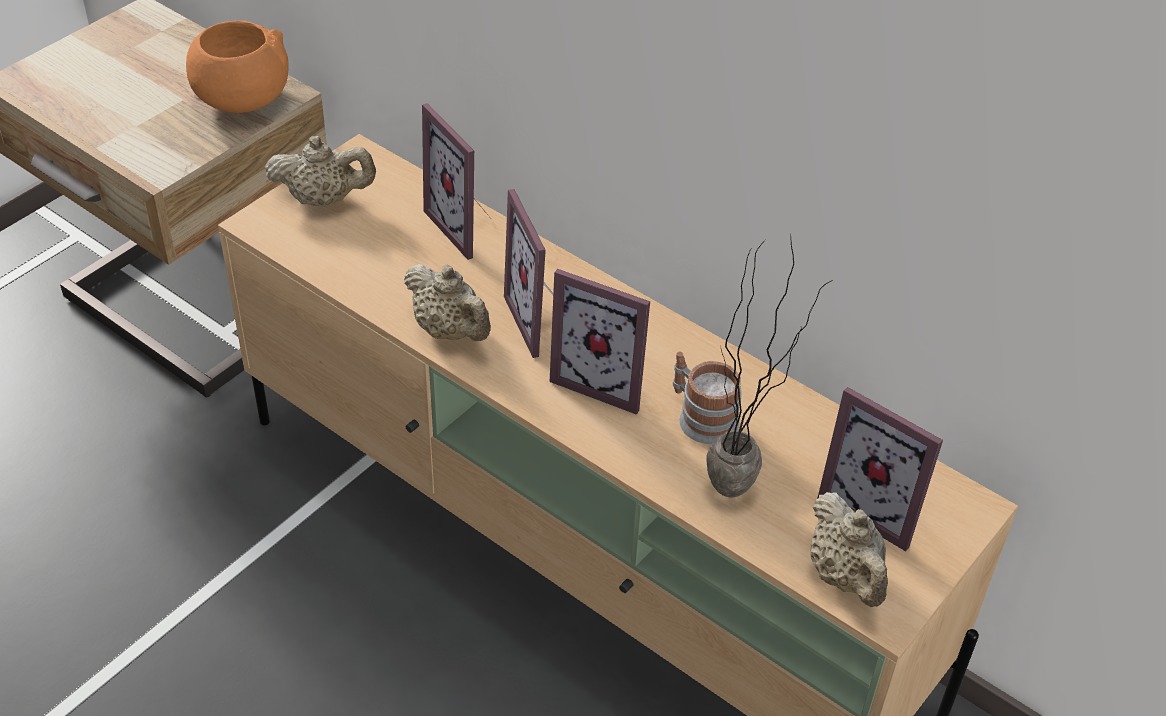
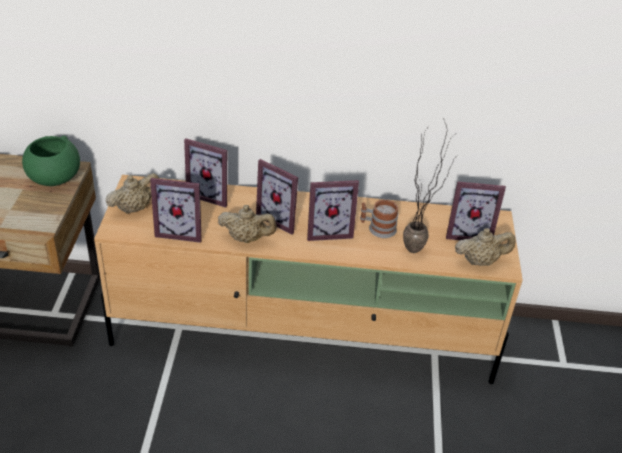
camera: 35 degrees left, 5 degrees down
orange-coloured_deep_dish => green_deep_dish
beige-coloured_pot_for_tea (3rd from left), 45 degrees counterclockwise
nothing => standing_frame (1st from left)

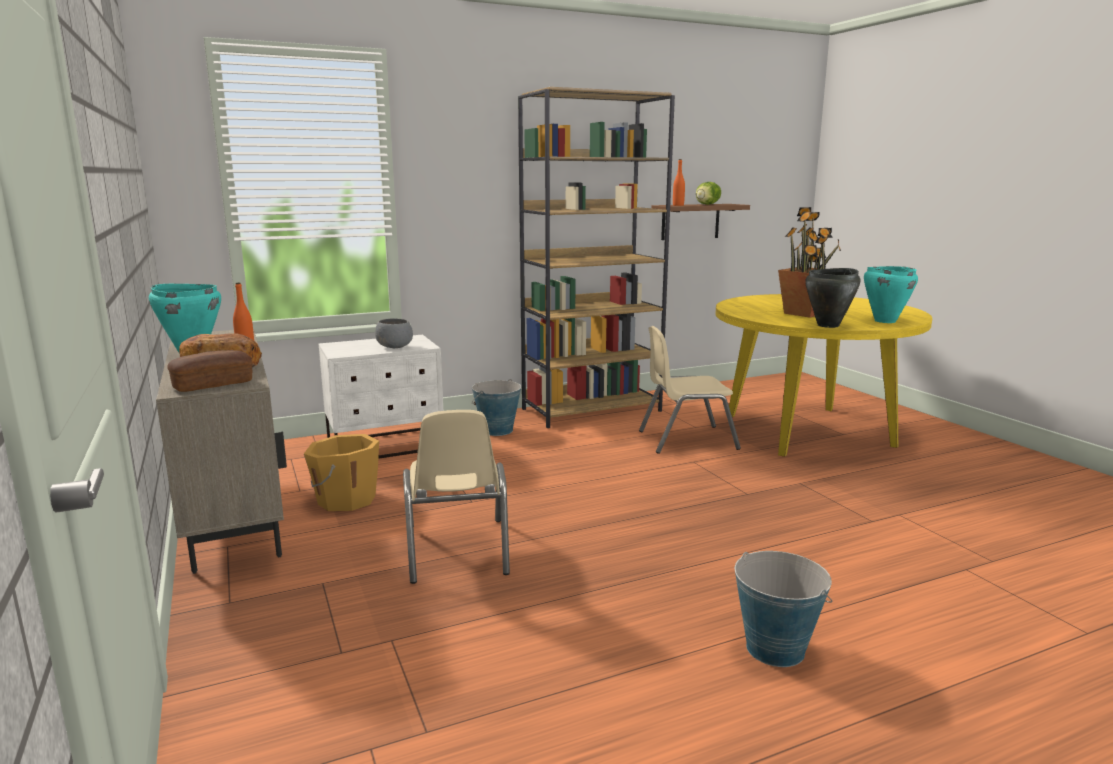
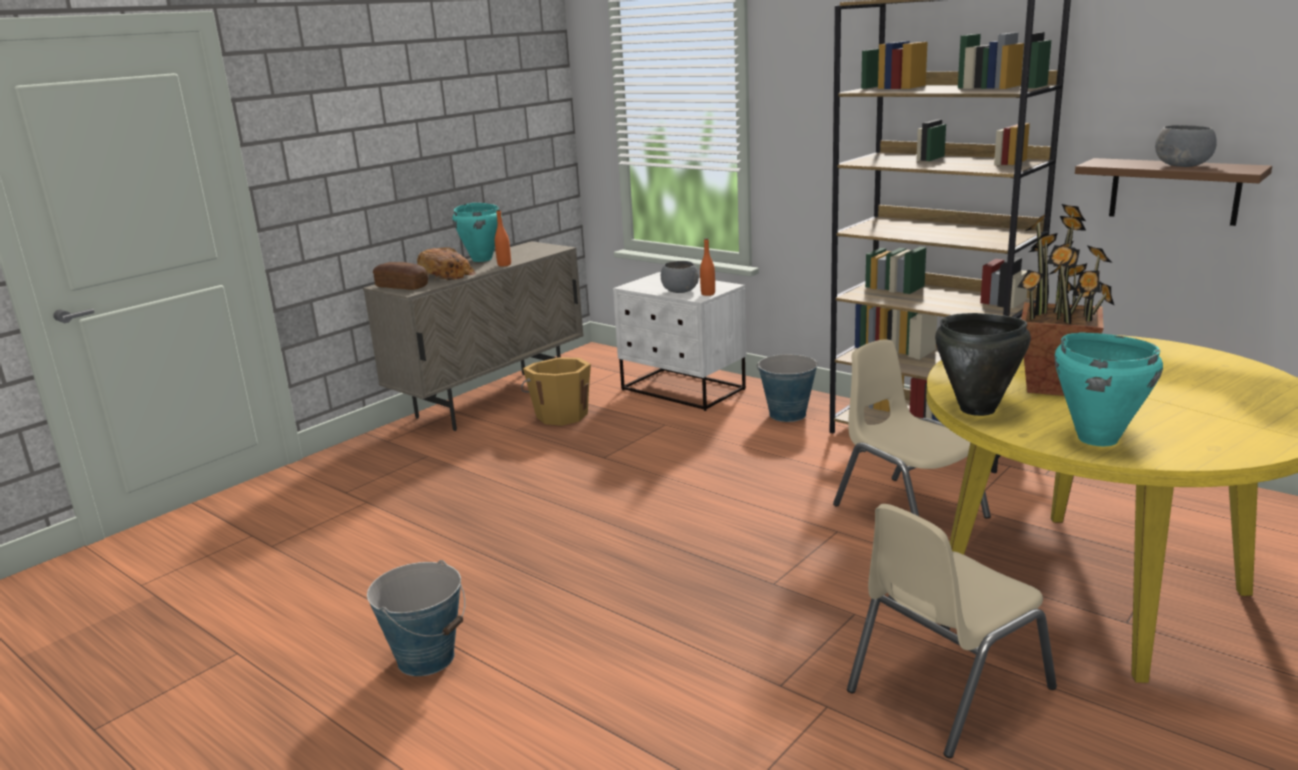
camera: 65 degrees right, 5 degrees up
beige-coloured_plain_chair (1st from left in the first image) => beige-coloured_plain_chair (2nd from left), move
orange-coloured_bottle (2nd from left), move
lettuce => grey_deep_dish (2nd from left)

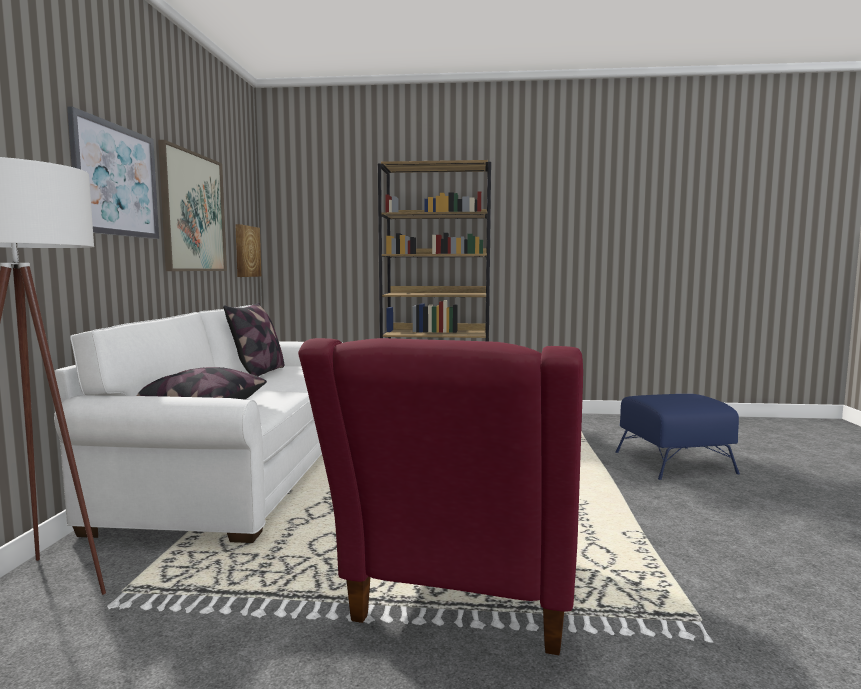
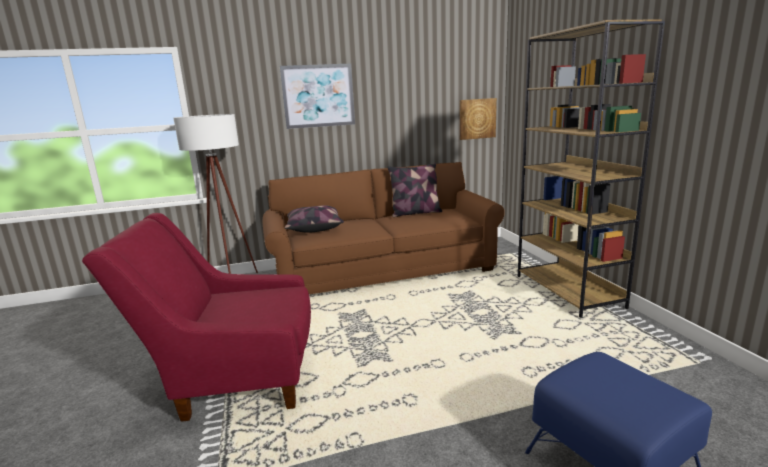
camera: 70 degrees right, 10 degrees up
whitish_sofa => brown_sofa
picture (2nd from left) => nothing

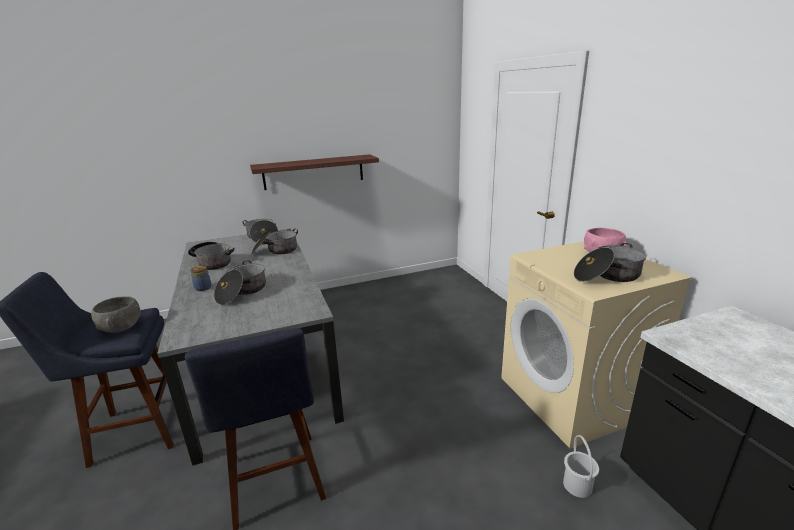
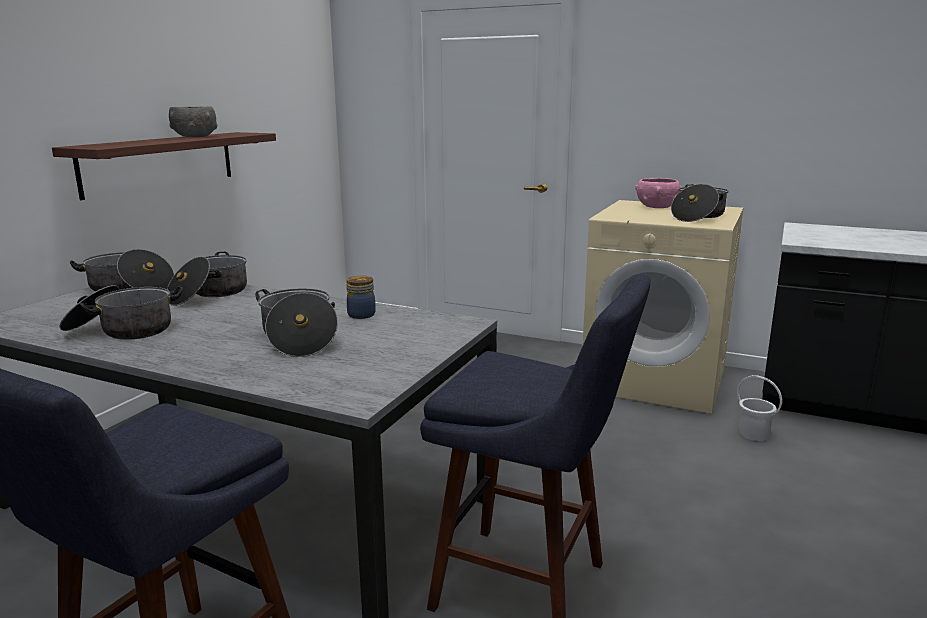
camera: 45 degrees left, 5 degrees down
grey_deep_dish, move
jar, move

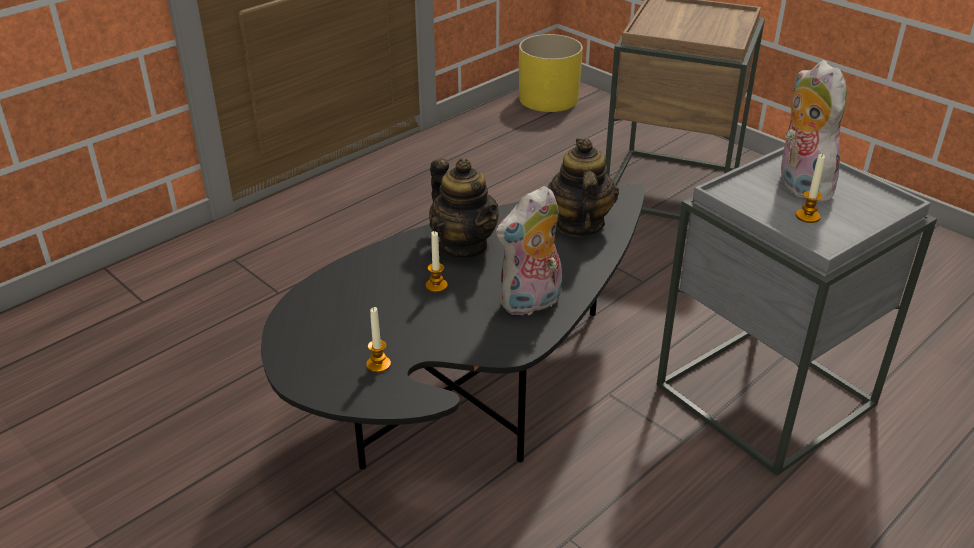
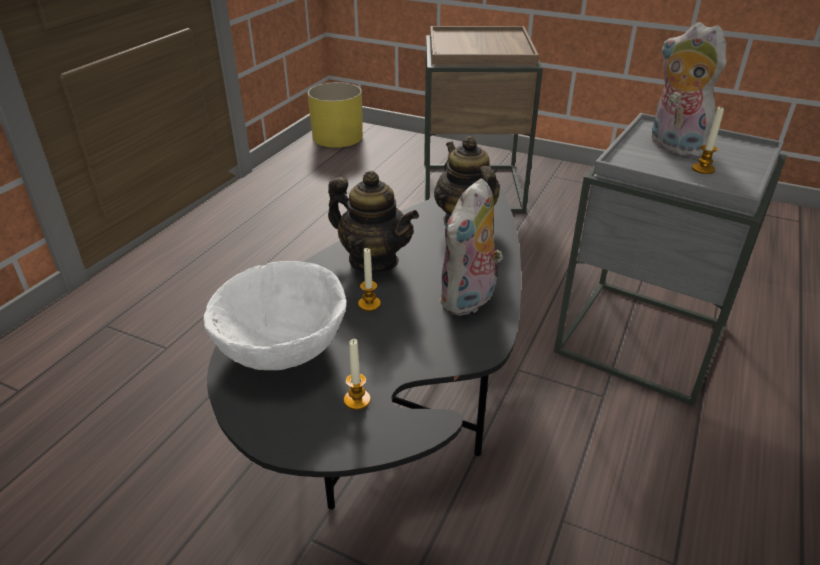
camera: 20 degrees left, 0 degrees up
nothing => whitish_deep_dish

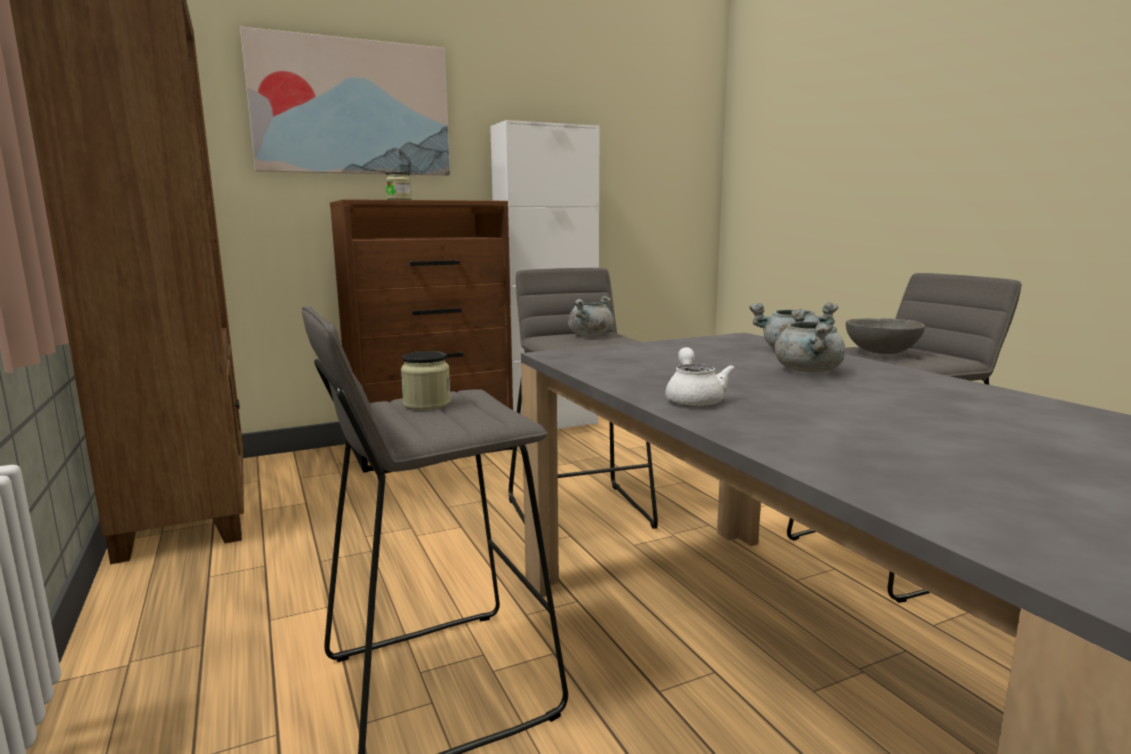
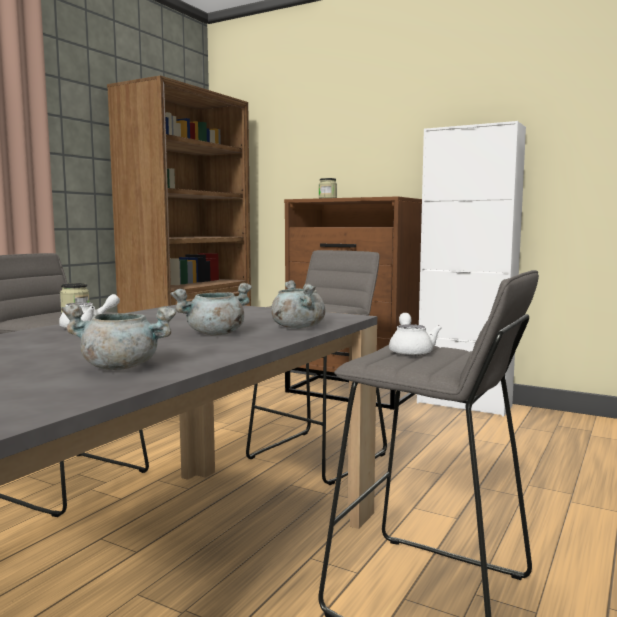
camera: 55 degrees right, 5 degrees down
picture => nothing
grey_cooking_pot (1st from left), move
grey_deep_dish => whitish_pot_for_tea (2nd from left)

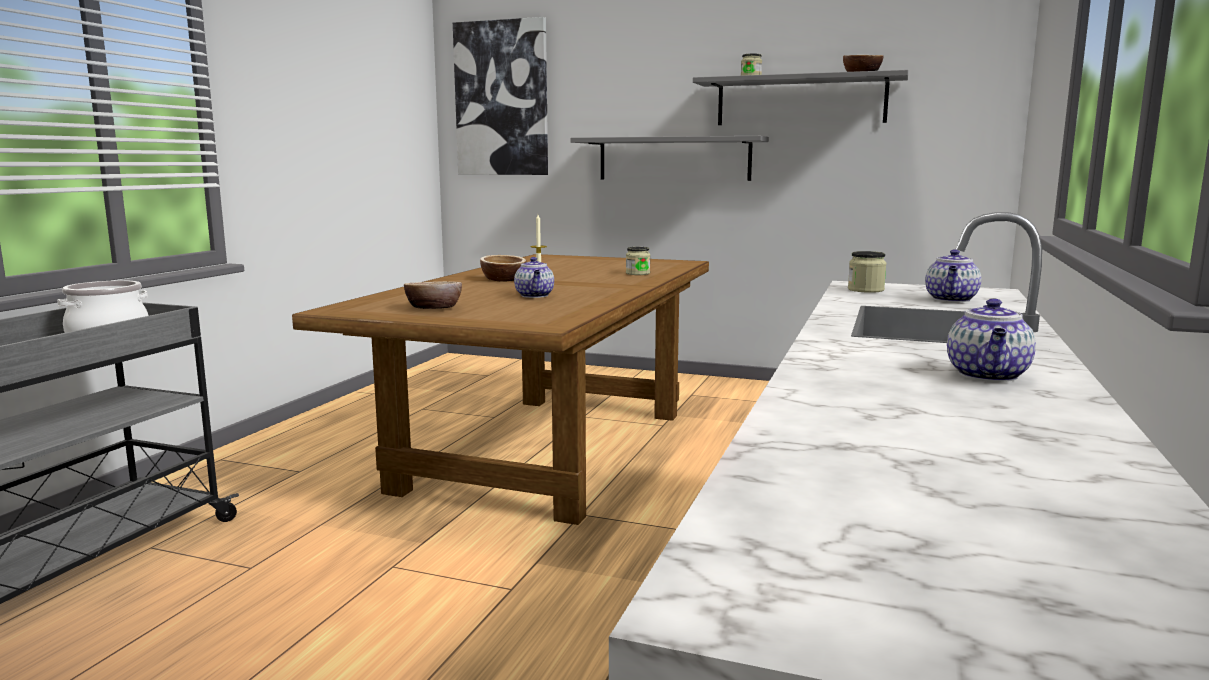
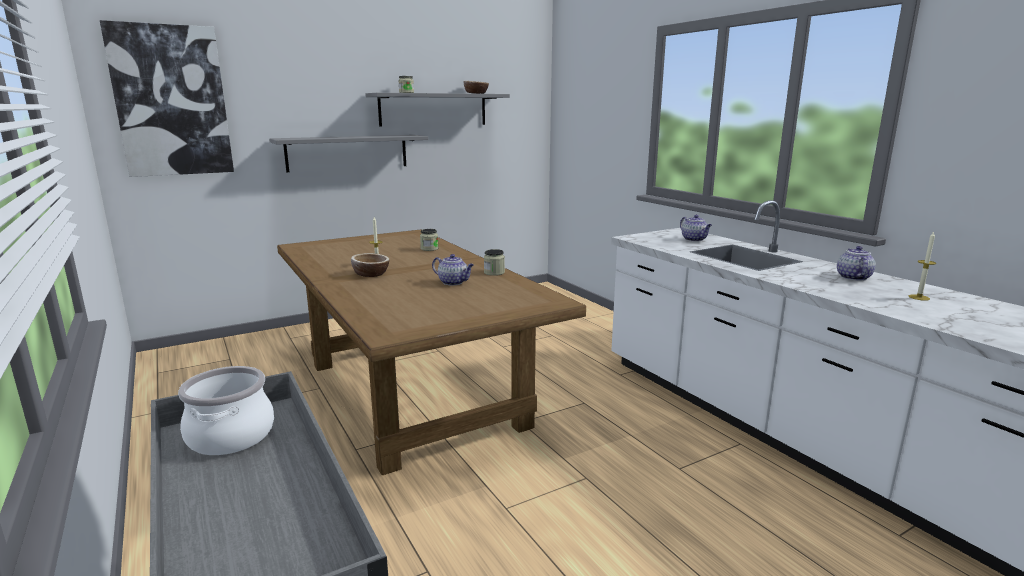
camera: 50 degrees left, 5 degrees up
deep_dish (1st from left) => nothing
jar (3rd from left), move
pot_for_tea (3rd from left), 135 degrees counterclockwise
nothing => wax_light (2nd from left)

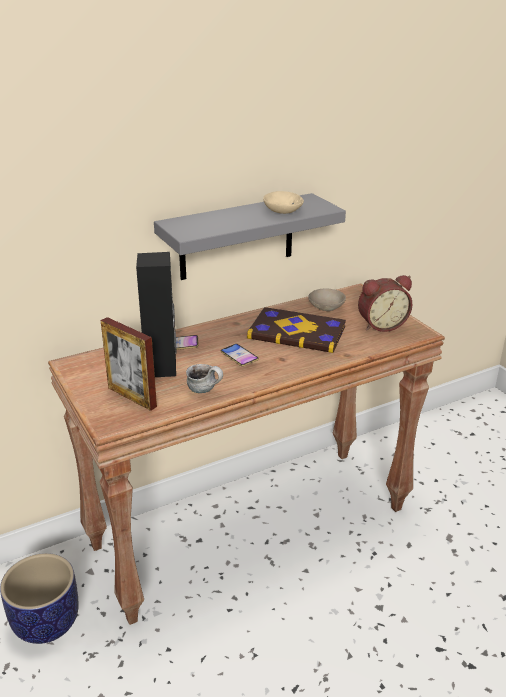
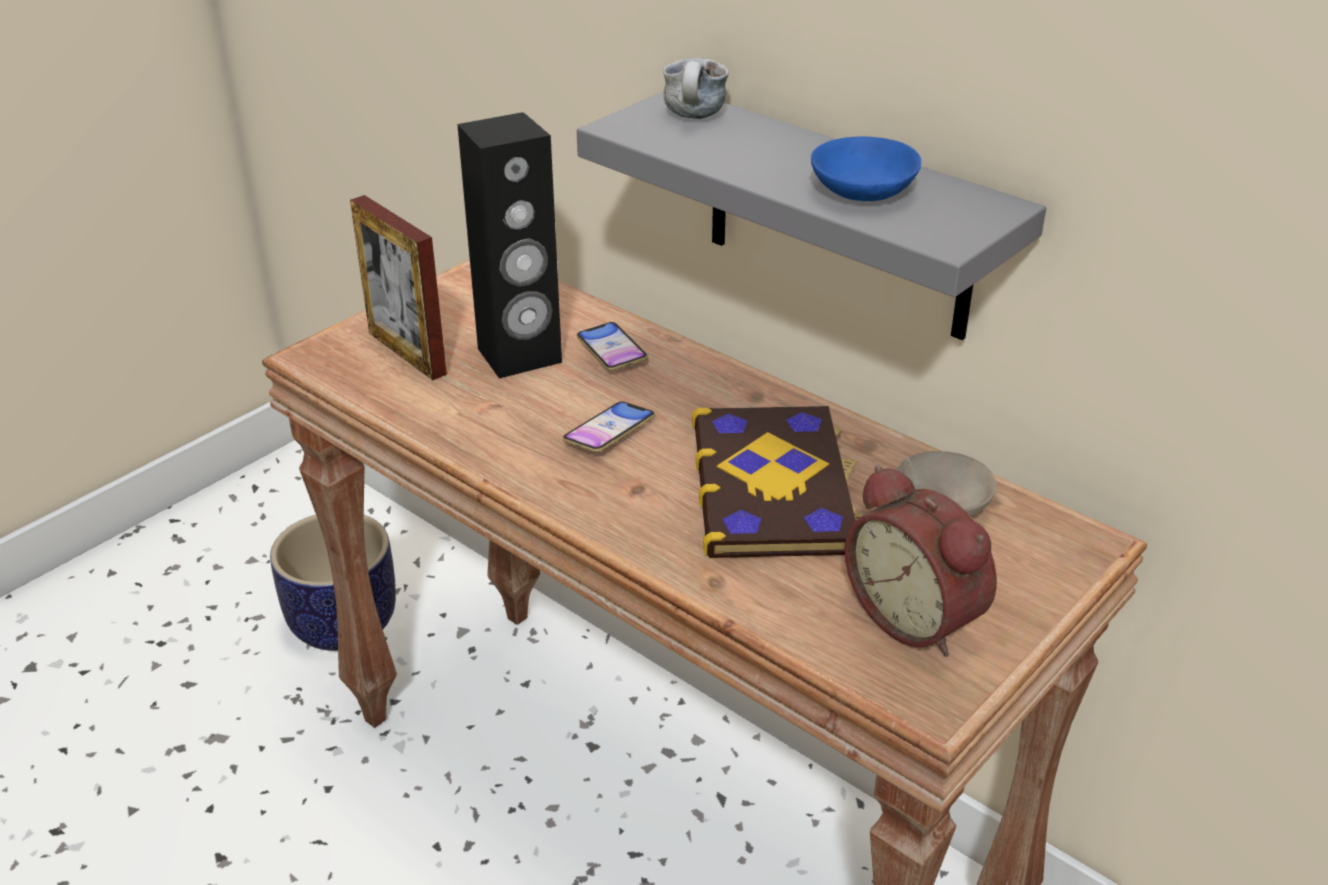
camera: 70 degrees right, 5 degrees up
standing_frame, 60 degrees counterclockwise
coffee_mug, move
beige-coloured_deep_dish (1st from left) => bluish_deep_dish

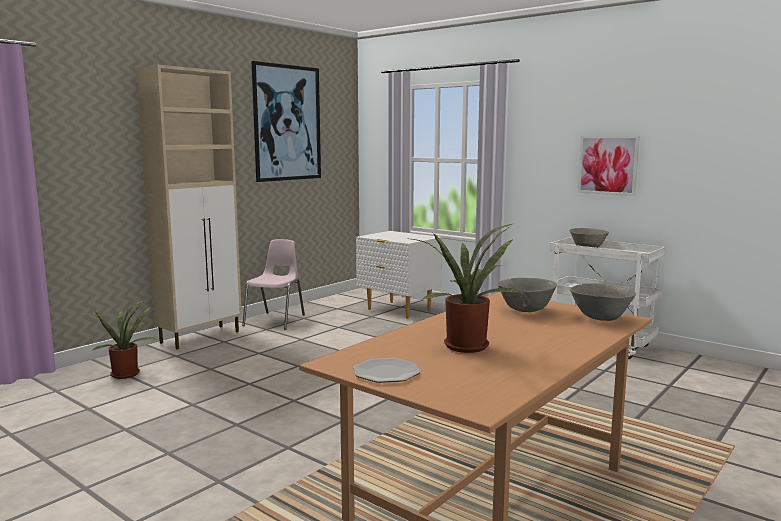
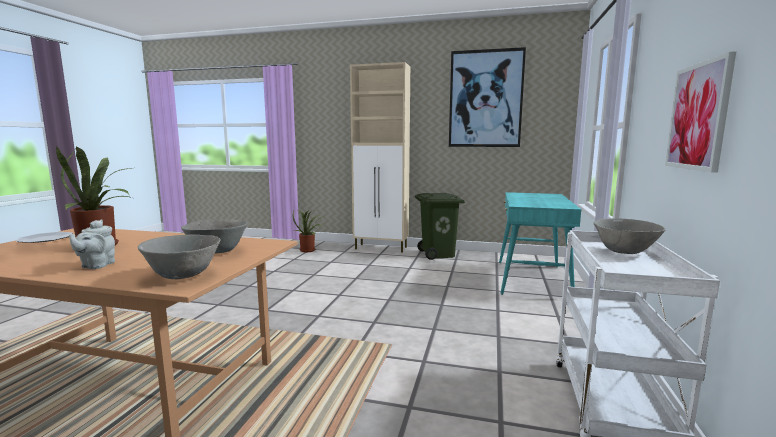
camera: 65 degrees right, 0 degrees up
pinkish_plain_chair => green_waste_bin
whitish_night_table => blue-green_desk_unit
nothing => grey_pot_for_tea

